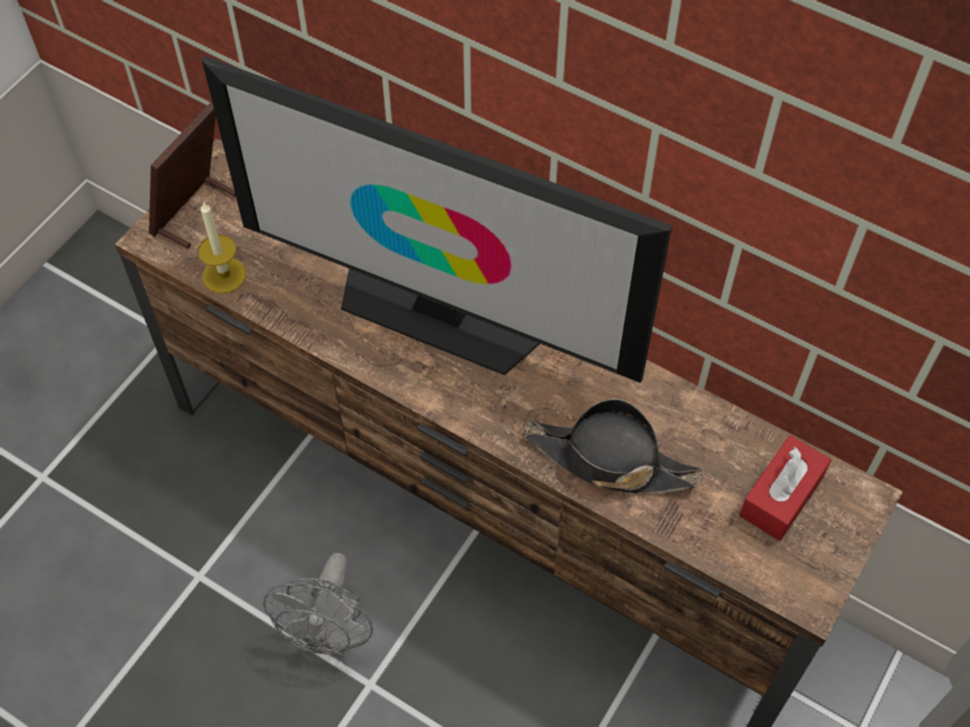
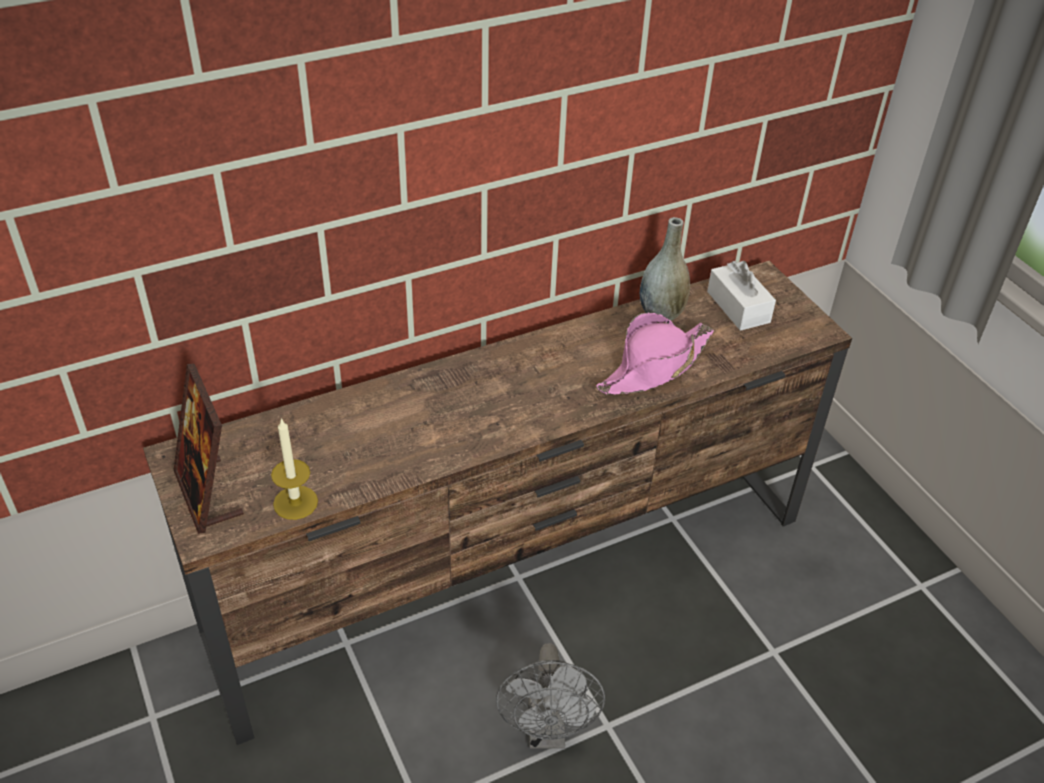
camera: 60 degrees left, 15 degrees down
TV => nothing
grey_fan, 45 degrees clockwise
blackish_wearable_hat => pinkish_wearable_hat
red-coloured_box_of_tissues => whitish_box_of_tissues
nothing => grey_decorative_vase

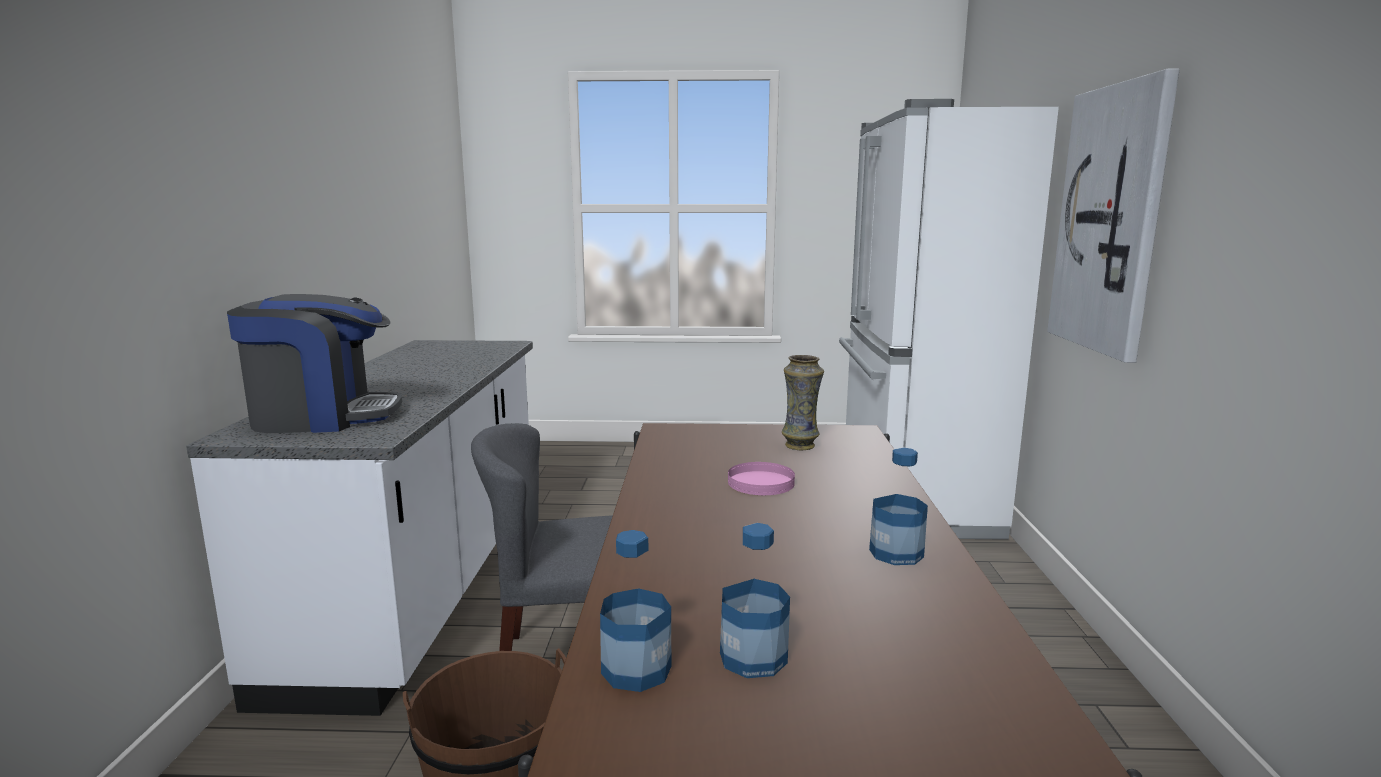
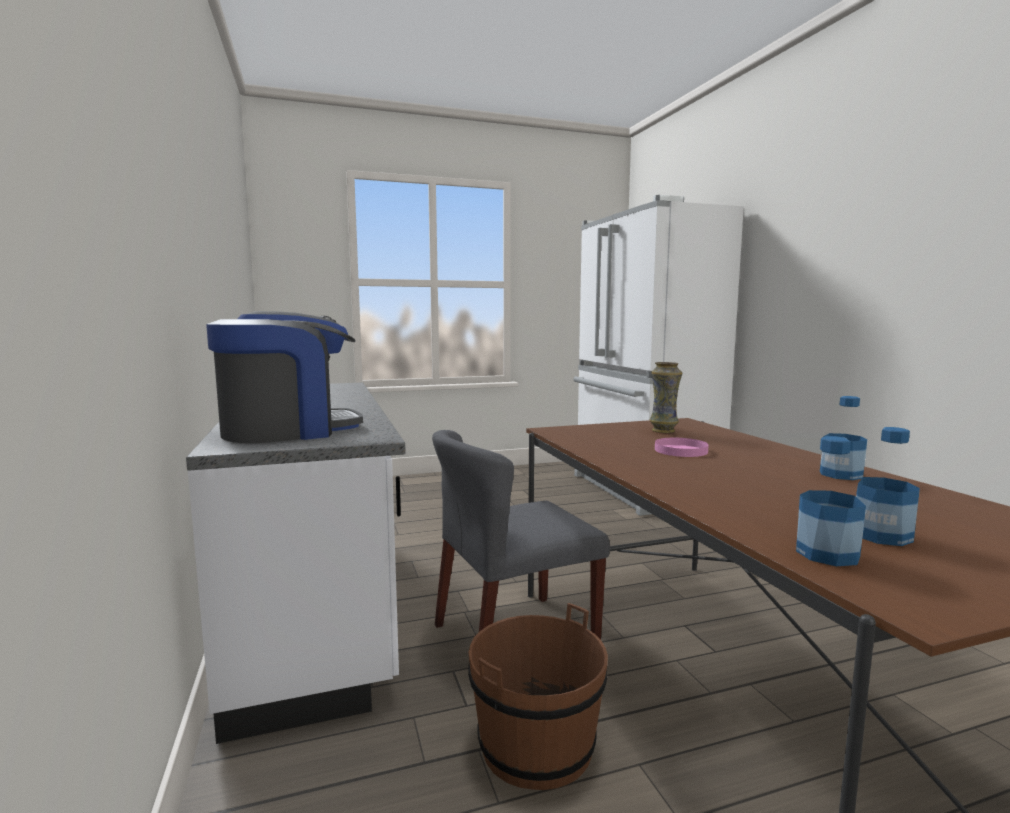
camera: 20 degrees left, 5 degrees down
picture => nothing

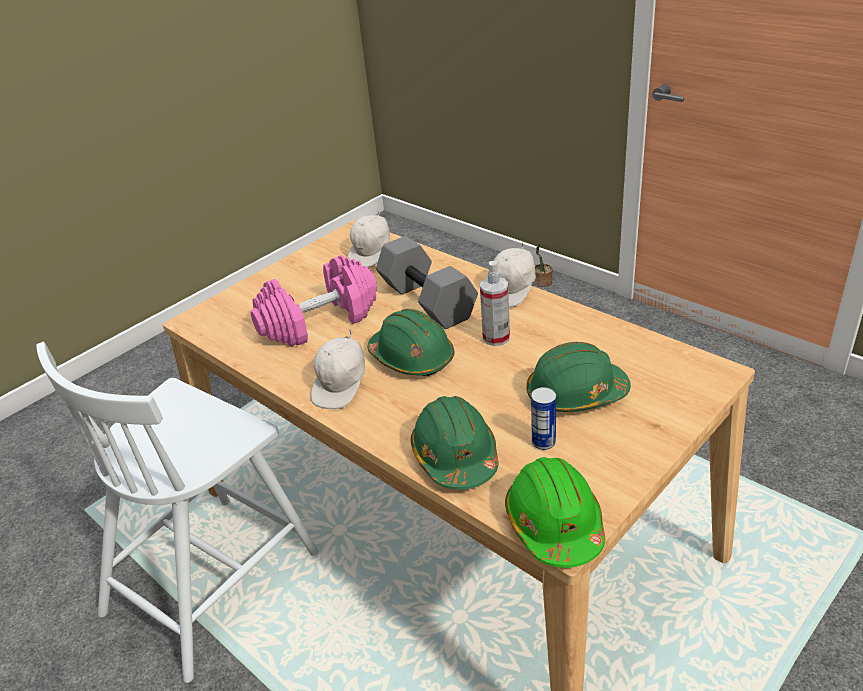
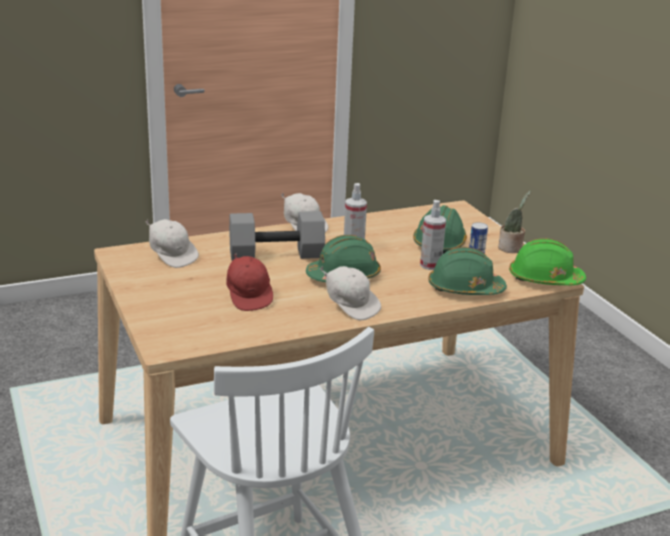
camera: 70 degrees left, 10 degrees down
pinkish_dumbbell => red-coloured_peaked_cap
plant_in_a_pot, move
nothing => hand_sprayer (2nd from left)

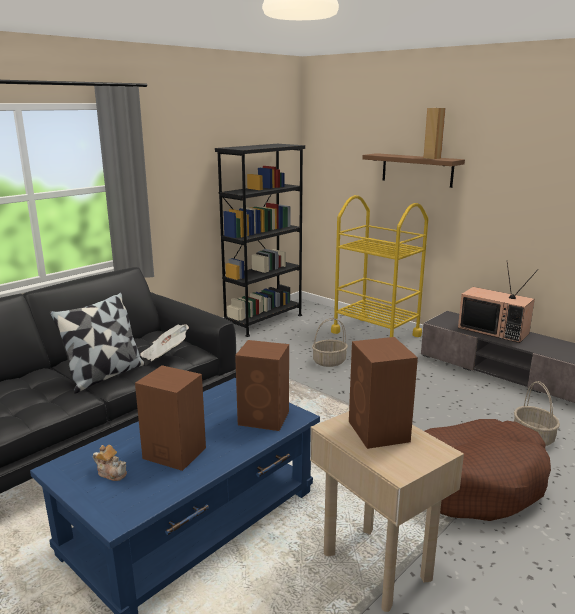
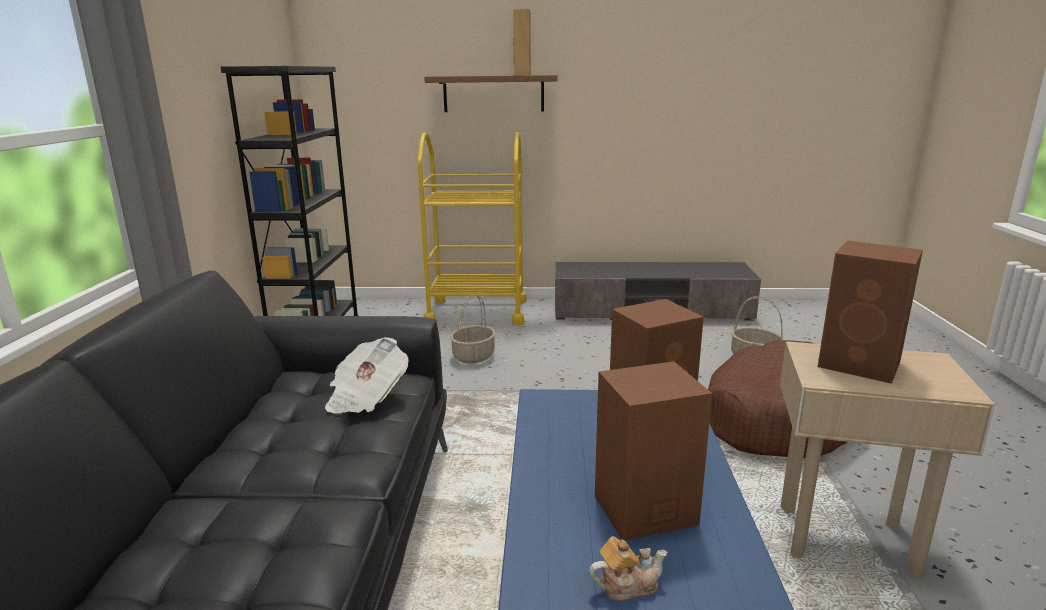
camera: 40 degrees left, 0 degrees up
pillow => nothing
TV => nothing

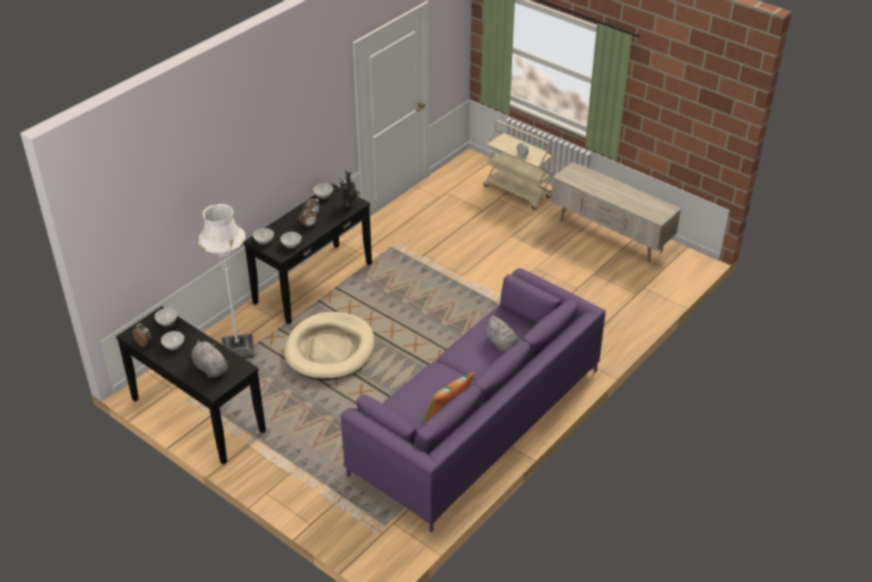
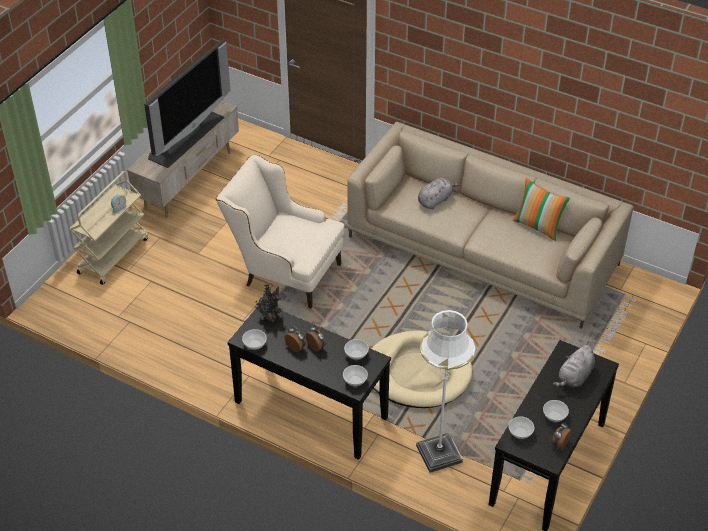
camera: 100 degrees left, 5 degrees up
purple_sofa => beige-coloured_sofa
nothing => TV
nothing => beige-coloured_easy_chair

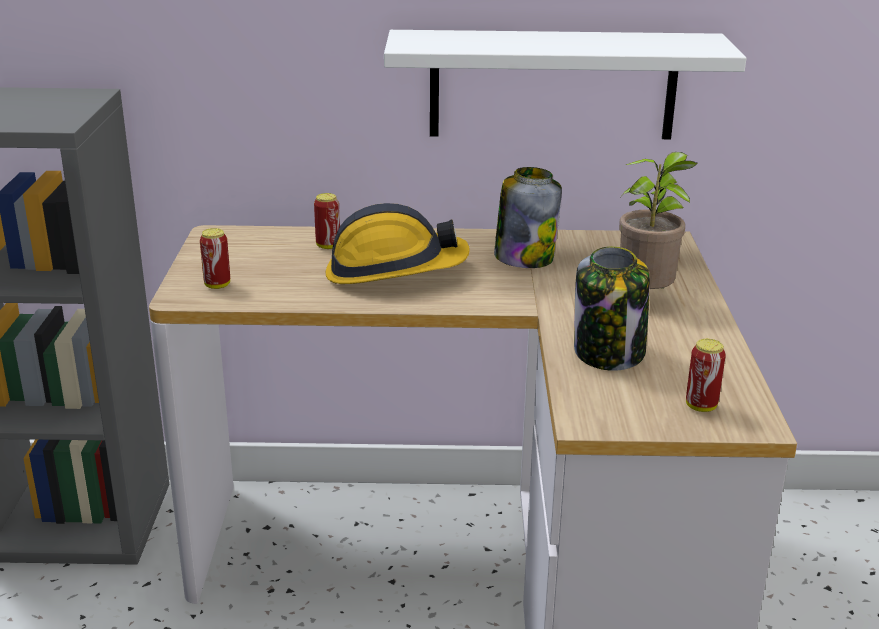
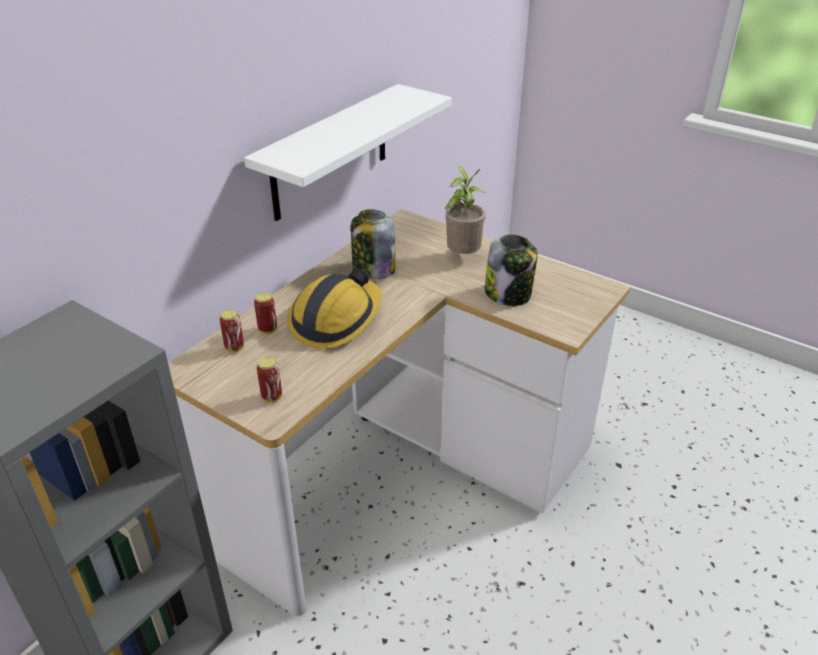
camera: 55 degrees left, 10 degrees up
metal_can (3rd from left in the first image) => metal_can (1st from left), move

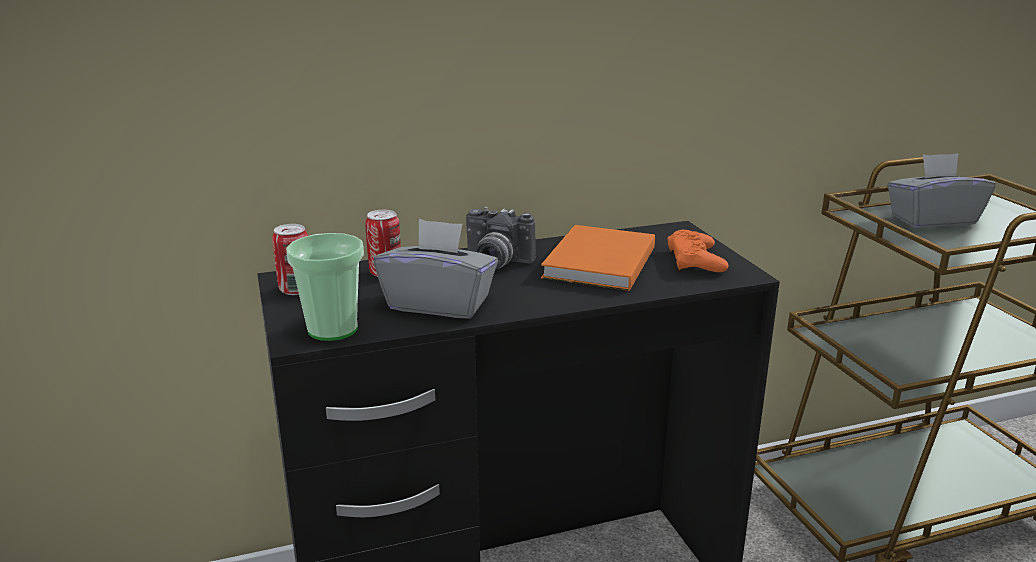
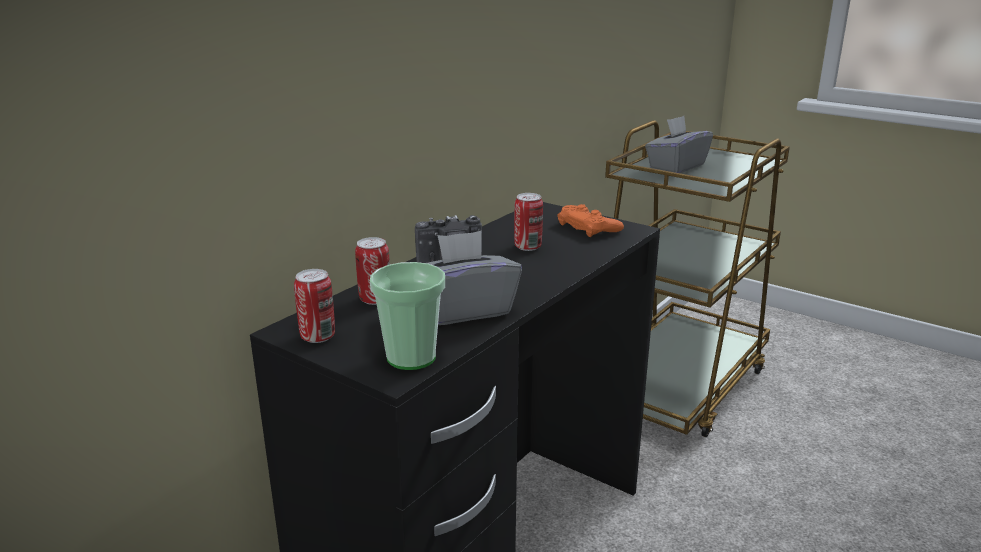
camera: 35 degrees left, 0 degrees up
orange-coloured_book => metal_can (3rd from left)

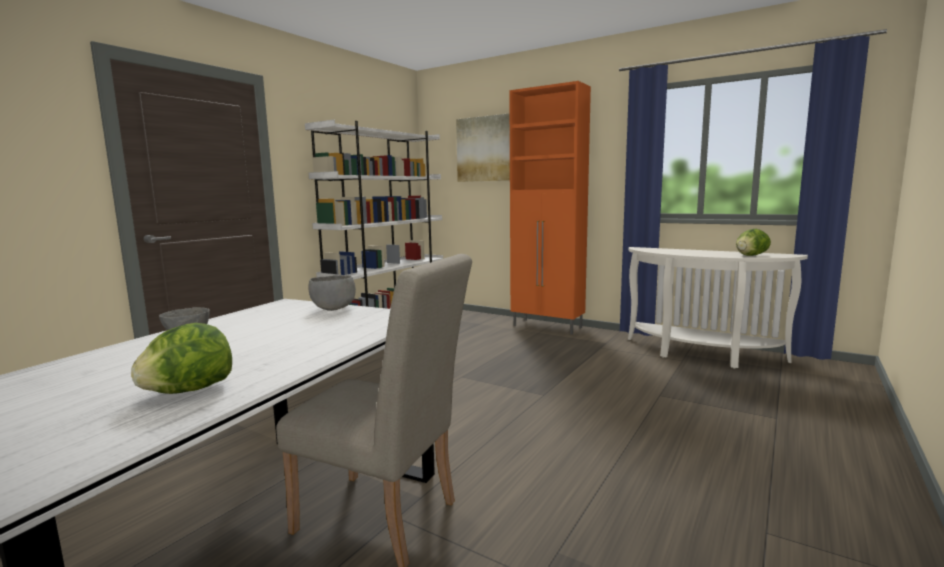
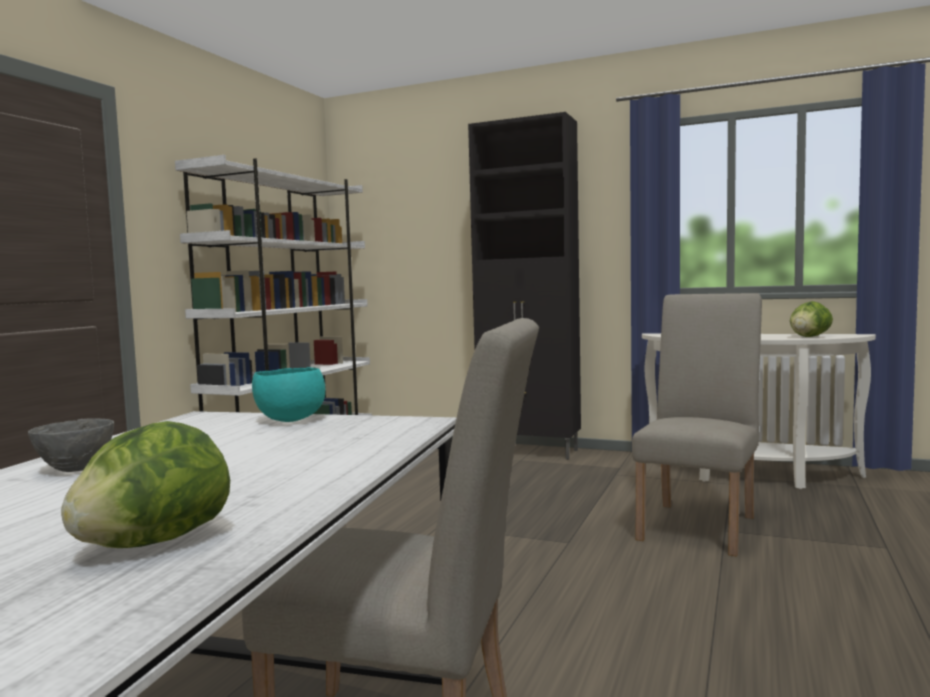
camera: 10 degrees left, 5 degrees down
grey_deep_dish (2nd from left) => blue-green_deep_dish
picture => nothing
orange-coloured_cupboard => blackish_cupboard
nothing => beige-coloured_plain_chair (2nd from left)

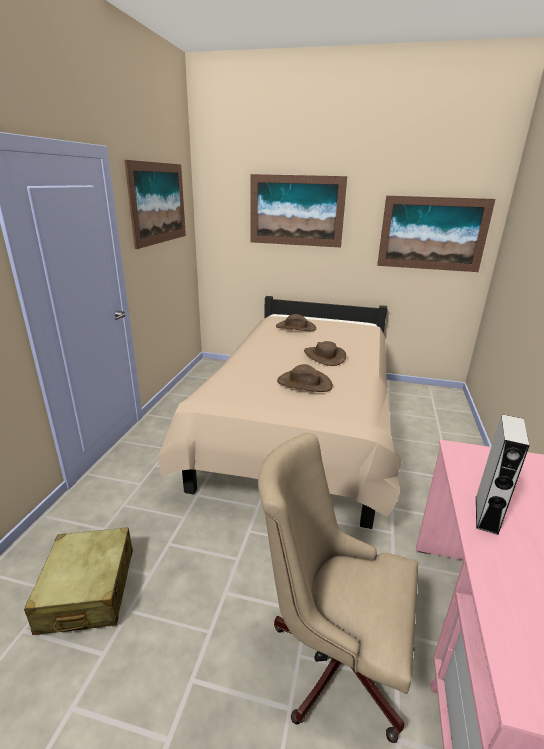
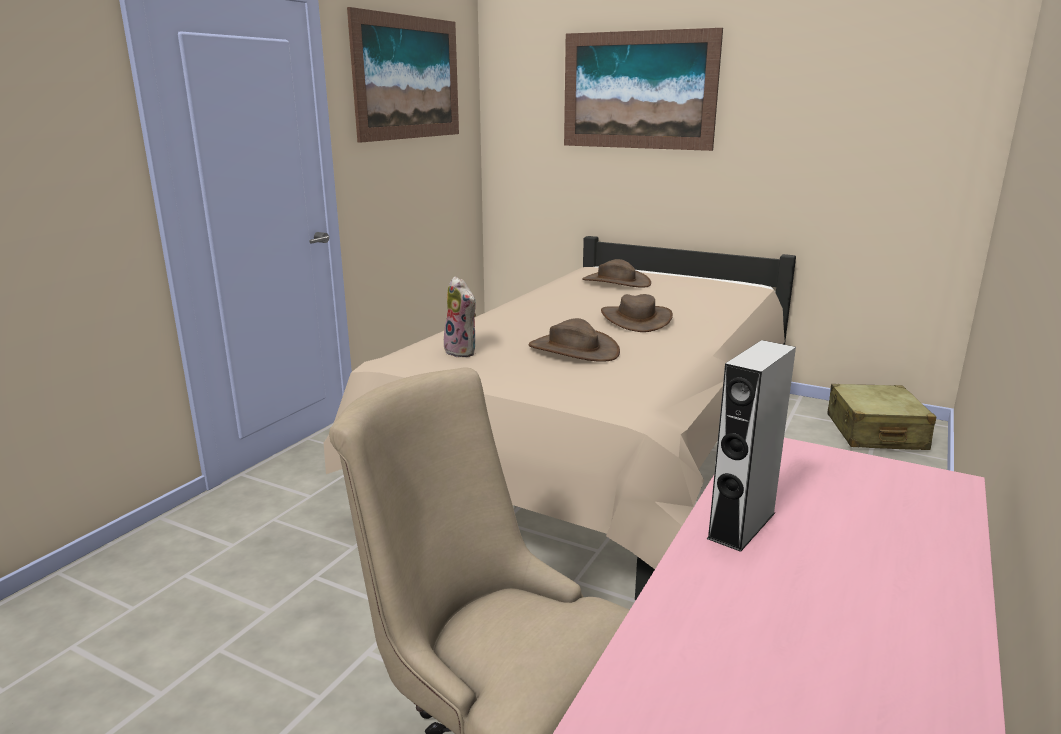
camera: 15 degrees right, 5 degrees down
beige-coloured_suitcase, move
picture (3rd from left) => nothing
nothing => soft_toy

